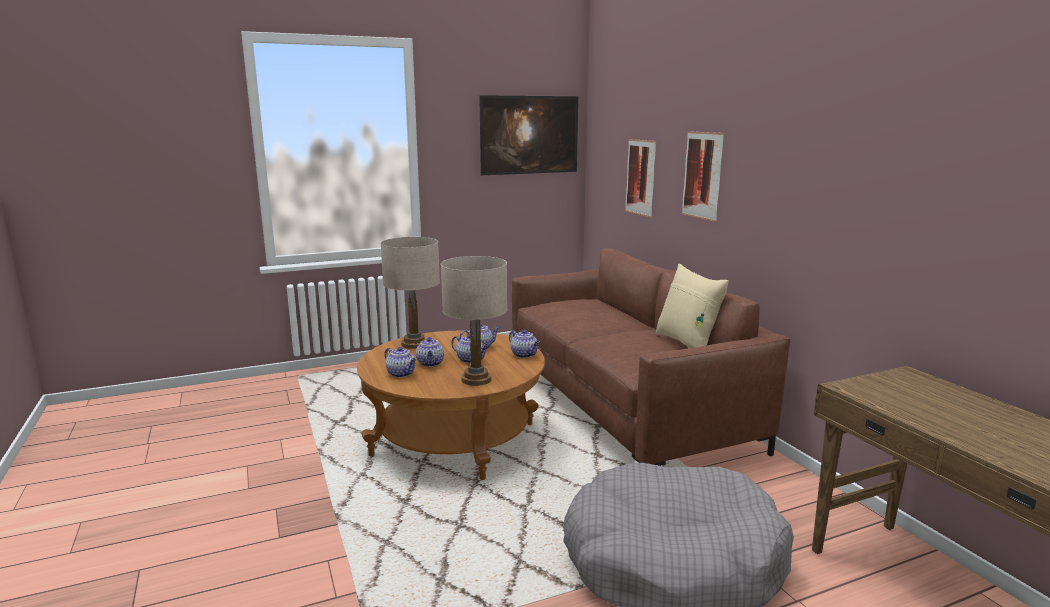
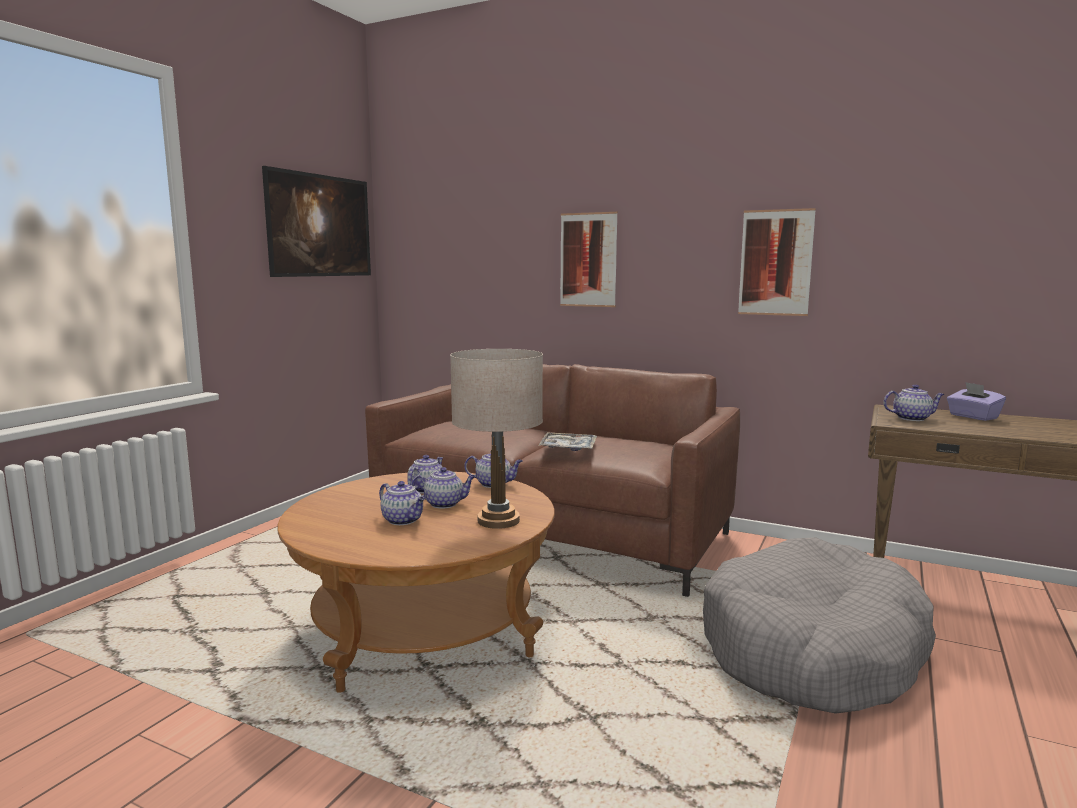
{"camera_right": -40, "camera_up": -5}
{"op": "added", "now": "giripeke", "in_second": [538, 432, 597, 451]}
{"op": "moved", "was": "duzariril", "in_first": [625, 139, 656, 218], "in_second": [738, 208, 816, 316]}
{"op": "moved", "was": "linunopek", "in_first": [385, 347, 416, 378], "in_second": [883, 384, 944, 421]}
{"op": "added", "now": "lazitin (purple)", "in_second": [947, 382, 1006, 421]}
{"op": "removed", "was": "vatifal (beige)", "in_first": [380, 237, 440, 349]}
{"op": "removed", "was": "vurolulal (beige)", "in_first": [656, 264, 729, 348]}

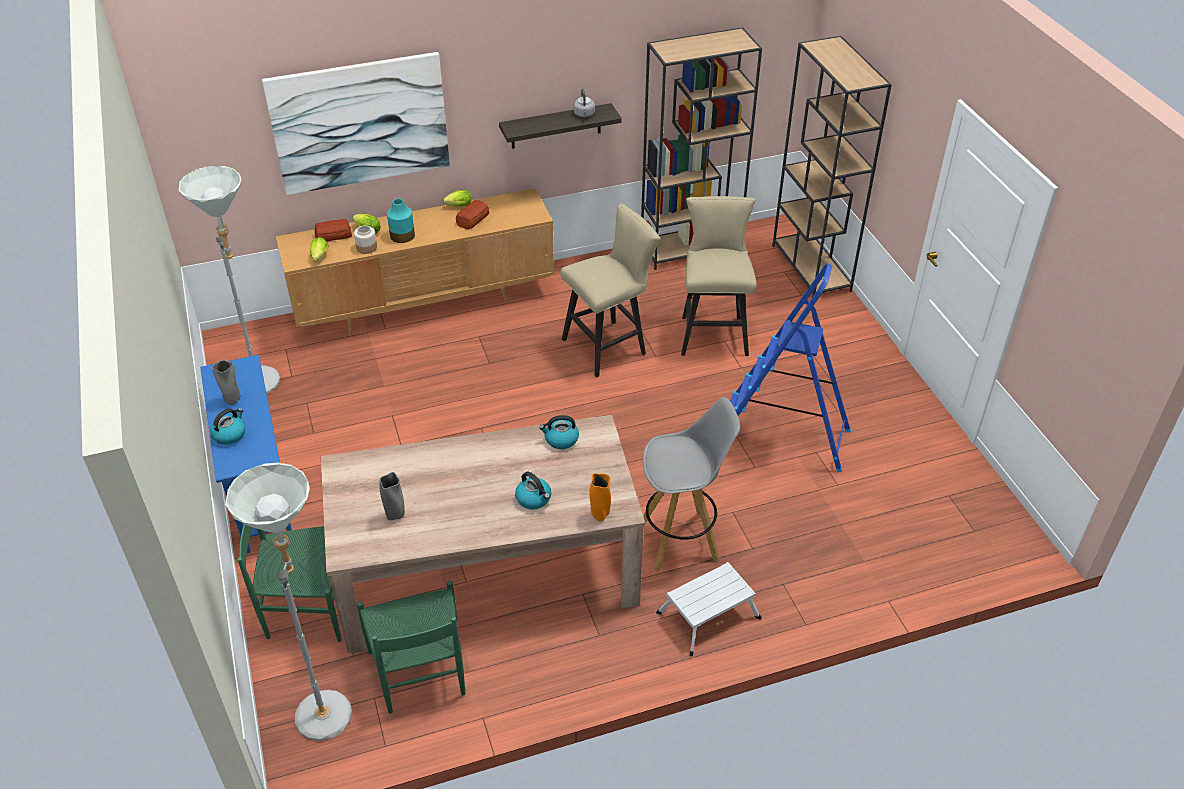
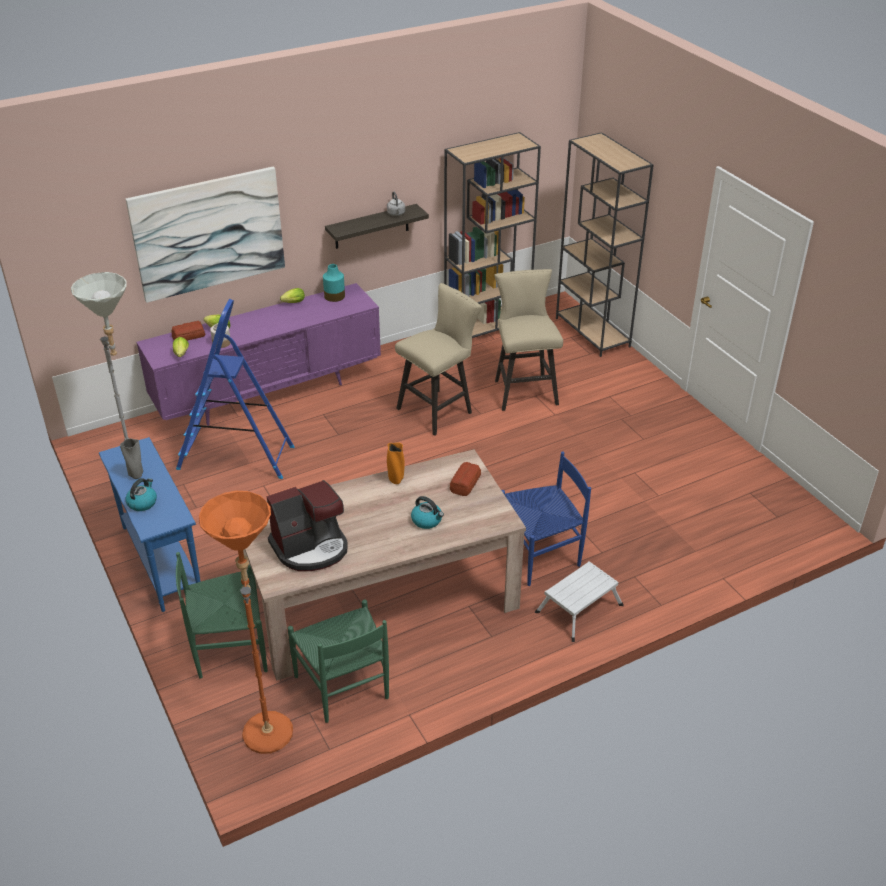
{"camera_right": -10, "camera_up": -5}
{"op": "recoloured", "was": "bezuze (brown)", "now": "bezuze (purple)", "in_first": [276, 188, 554, 336], "in_second": [137, 283, 381, 426]}
{"op": "moved", "was": "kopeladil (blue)", "in_first": [730, 263, 851, 472], "in_second": [176, 299, 295, 479]}
{"op": "recoloured", "was": "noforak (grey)", "now": "noforak (orange)", "in_first": [225, 463, 352, 741], "in_second": [199, 491, 293, 754]}
{"op": "replaced", "was": "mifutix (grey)", "now": "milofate", "in_first": [379, 472, 405, 520], "in_second": [267, 480, 348, 571]}
{"op": "moved", "was": "mifutix (turquoise)", "in_first": [387, 199, 415, 243], "in_second": [323, 264, 345, 302]}
{"op": "moved", "was": "mifutix (orange)", "in_first": [589, 473, 611, 521], "in_second": [387, 442, 405, 484]}
{"op": "moved", "was": "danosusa", "in_first": [456, 200, 489, 229], "in_second": [450, 462, 481, 496]}
{"op": "replaced", "was": "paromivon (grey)", "now": "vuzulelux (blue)", "in_first": [643, 397, 740, 572], "in_second": [502, 452, 591, 586]}
{"op": "removed", "was": "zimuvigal", "in_first": [539, 415, 579, 449]}

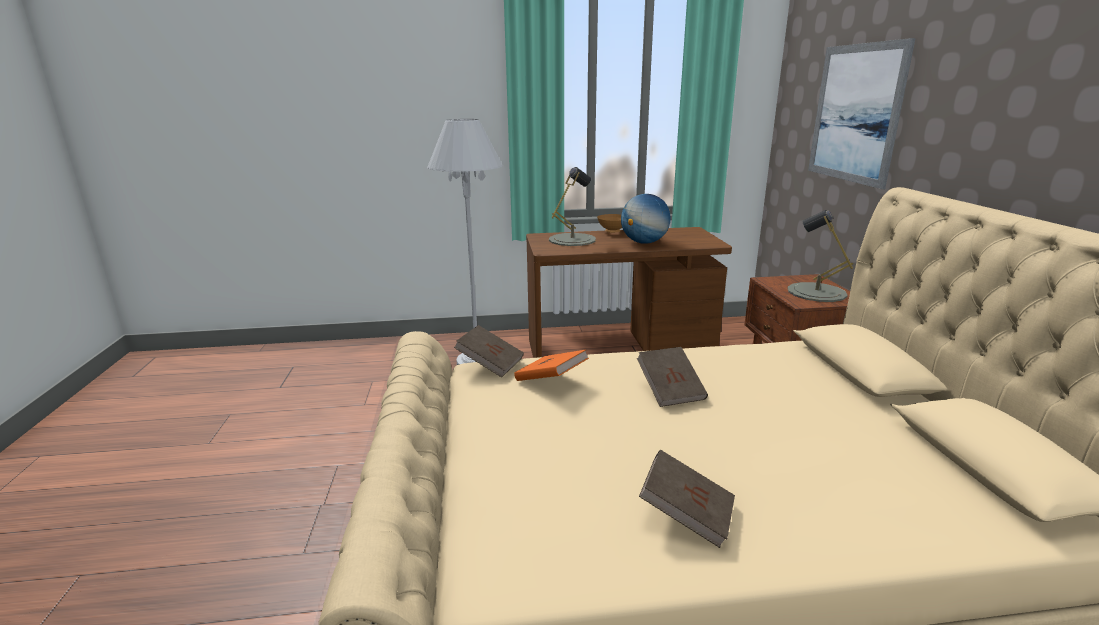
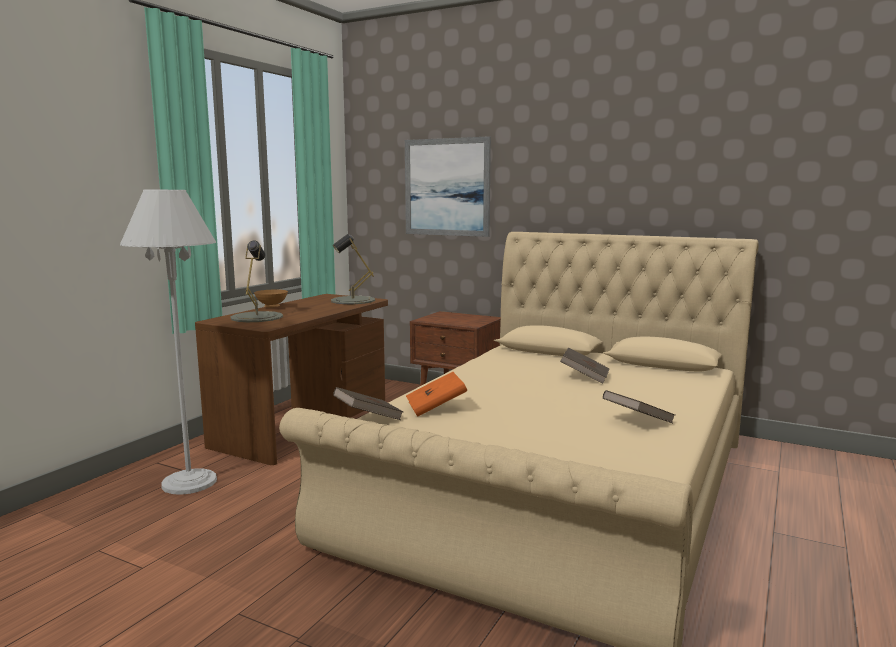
{"camera_right": -55, "camera_up": -10}
{"op": "moved", "was": "vatifal (grey)", "in_first": [788, 210, 854, 302], "in_second": [331, 234, 375, 304]}
{"op": "moved", "was": "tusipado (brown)", "in_first": [637, 347, 708, 407], "in_second": [560, 347, 610, 384]}
{"op": "removed", "was": "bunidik", "in_first": [621, 194, 670, 244]}

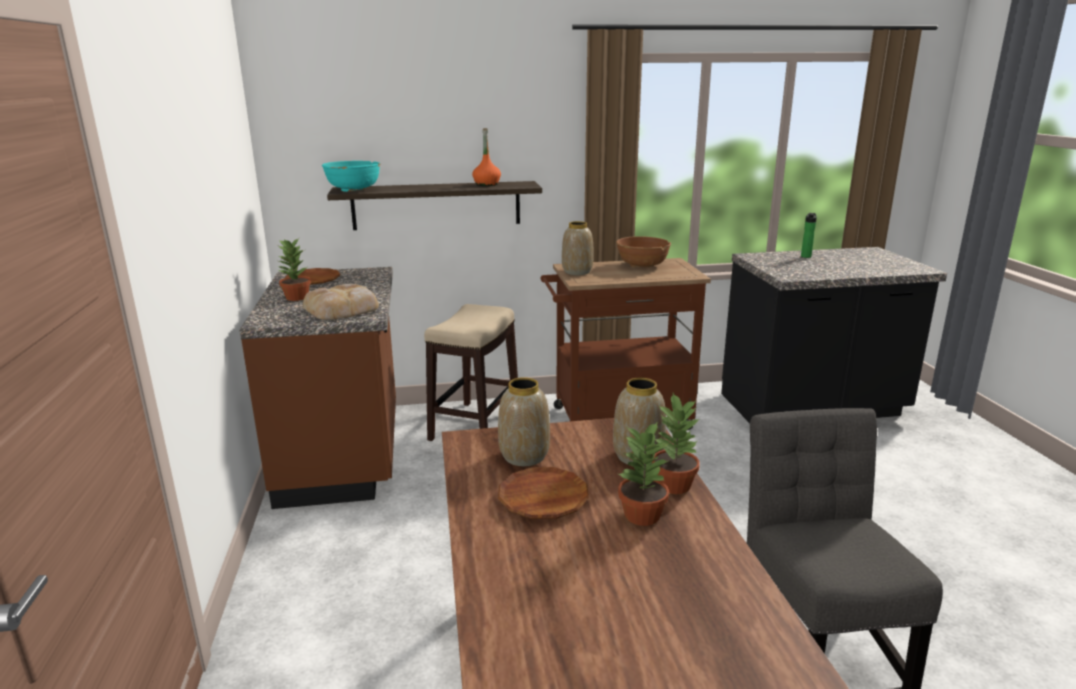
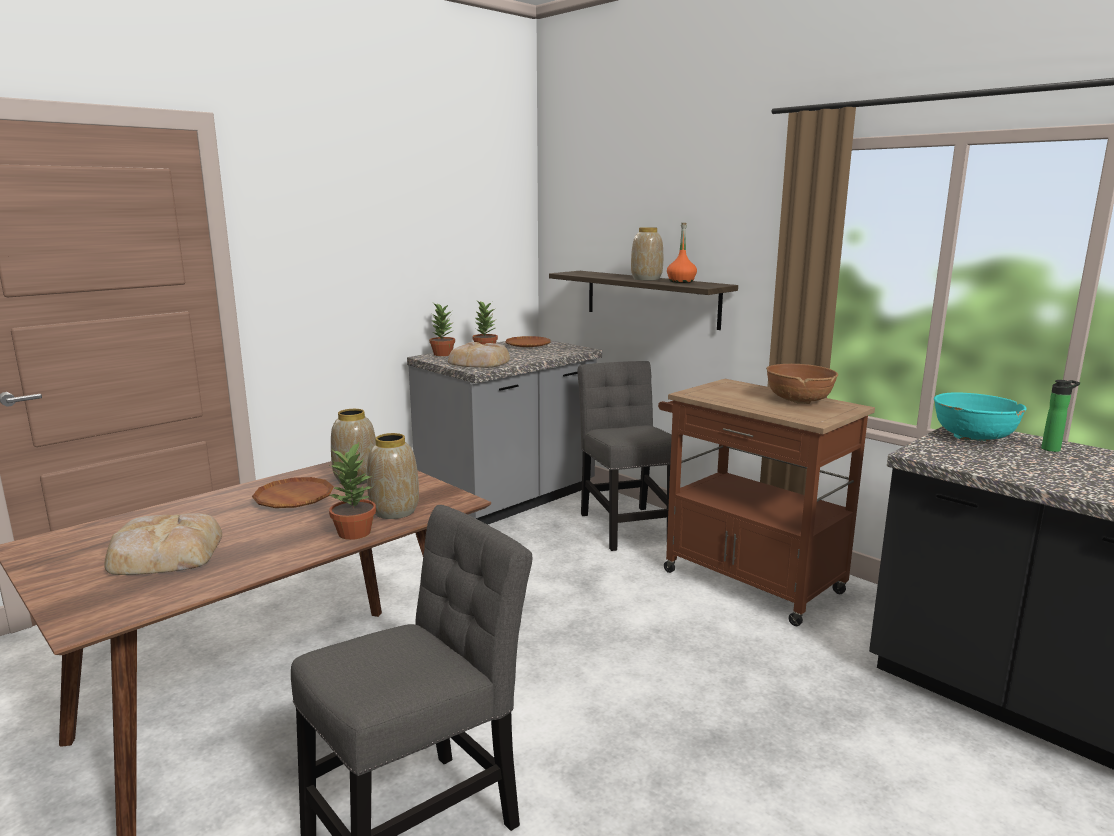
{"camera_right": 55, "camera_up": -5}
{"op": "added", "now": "danosusa", "in_second": [104, 513, 222, 575]}
{"op": "recoloured", "was": "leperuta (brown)", "now": "leperuta (grey)", "in_first": [239, 267, 396, 509], "in_second": [407, 341, 602, 524]}
{"op": "moved", "was": "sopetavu", "in_first": [618, 422, 669, 526], "in_second": [429, 303, 455, 356]}
{"op": "replaced", "was": "paromivon", "now": "vuzulelux (grey)", "in_first": [424, 304, 518, 441], "in_second": [578, 361, 672, 551]}
{"op": "moved", "was": "mifutix", "in_first": [562, 221, 594, 275], "in_second": [631, 227, 663, 280]}
{"op": "moved", "was": "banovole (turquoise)", "in_first": [322, 161, 381, 192], "in_second": [934, 393, 1027, 441]}

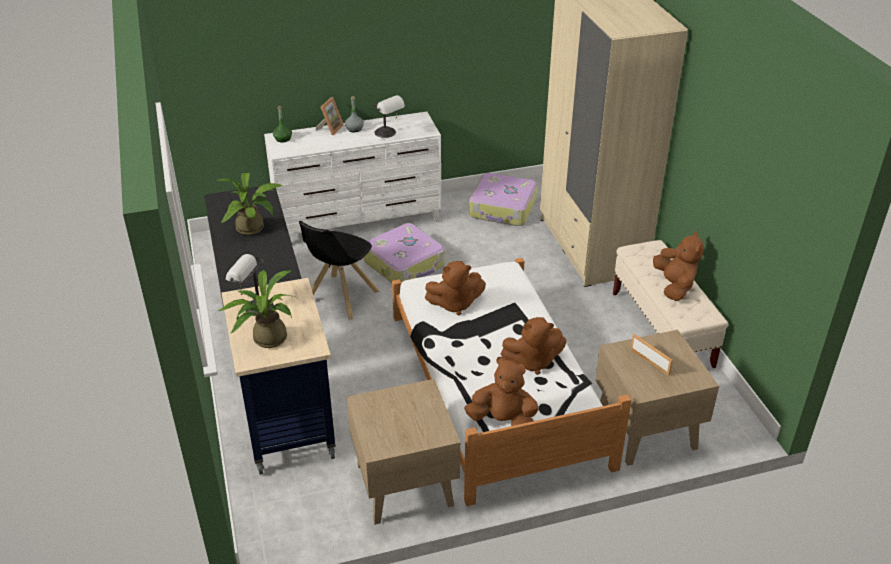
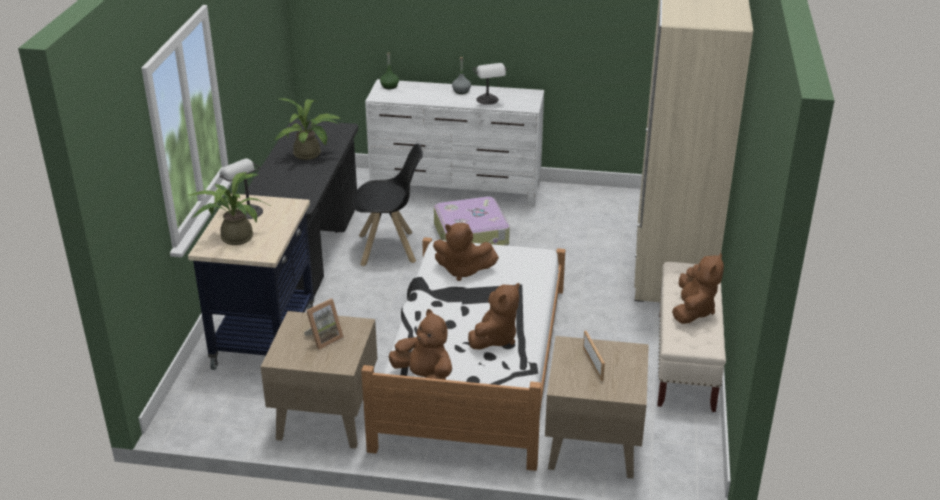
{"camera_right": 25, "camera_up": -5}
{"op": "moved", "was": "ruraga", "in_first": [316, 97, 344, 135], "in_second": [304, 299, 344, 350]}
{"op": "turned", "was": "vuzulelux (black)", "in_first": [299, 221, 379, 320], "in_second": [352, 143, 423, 266], "clockwise": -150}
{"op": "turned", "was": "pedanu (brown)", "in_first": [501, 317, 567, 375], "in_second": [468, 283, 520, 350], "clockwise": -75}
{"op": "removed", "was": "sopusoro", "in_first": [469, 173, 537, 226]}

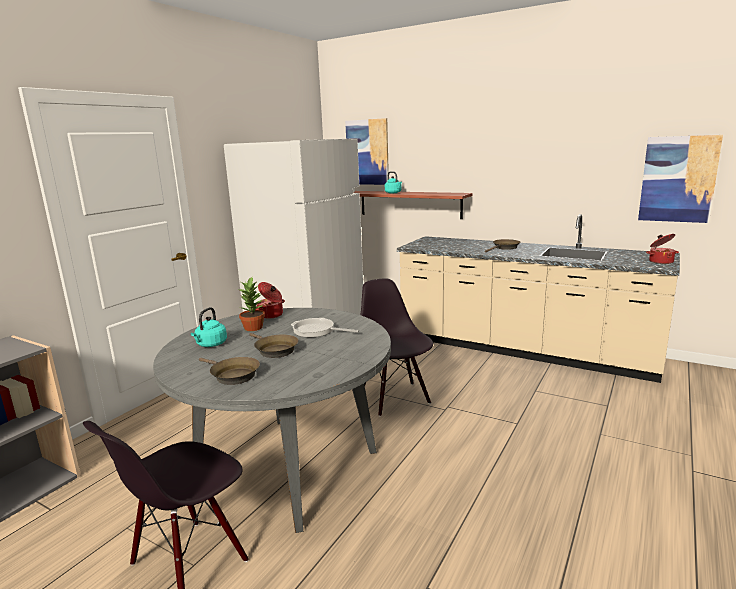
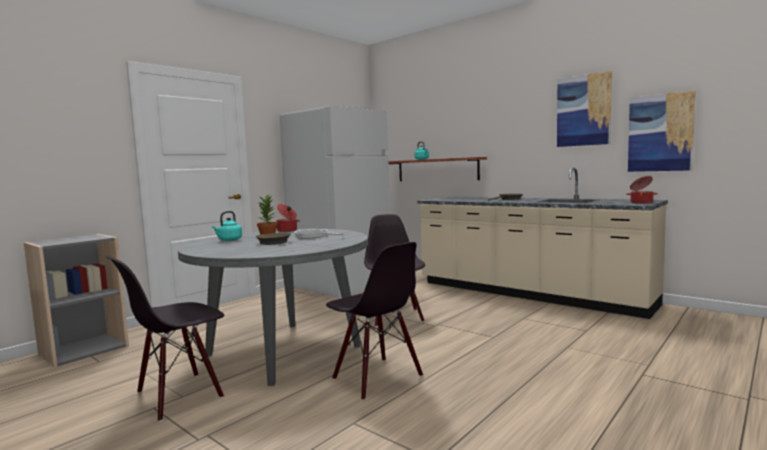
{"camera_right": 10, "camera_up": -10}
{"op": "added", "now": "vuzulelux (black)", "in_second": [326, 242, 423, 400]}
{"op": "moved", "was": "duzariril", "in_first": [345, 118, 389, 185], "in_second": [557, 71, 612, 147]}
{"op": "removed", "was": "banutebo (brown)", "in_first": [199, 357, 260, 385]}

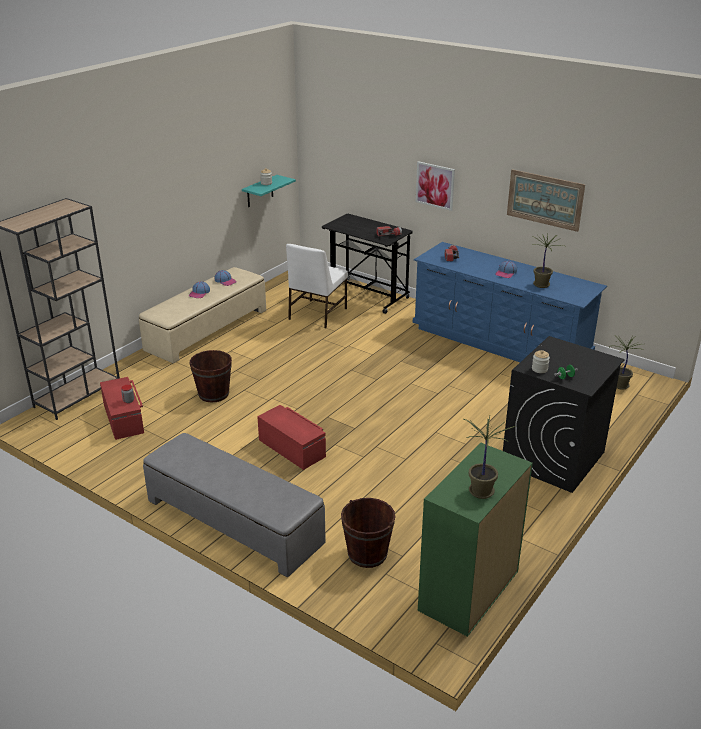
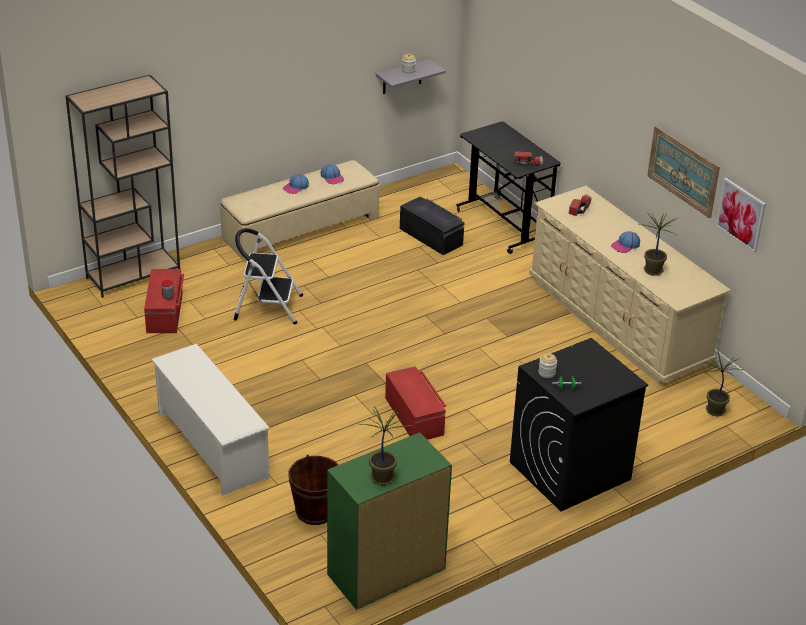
{"camera_right": 20, "camera_up": 5}
{"op": "replaced", "was": "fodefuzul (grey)", "now": "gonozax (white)", "in_first": [143, 433, 326, 577], "in_second": [151, 344, 270, 495]}
{"op": "replaced", "was": "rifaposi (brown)", "now": "kopeladil", "in_first": [190, 350, 232, 403], "in_second": [234, 228, 303, 324]}
{"op": "recoloured", "was": "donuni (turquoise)", "now": "donuni (grey)", "in_first": [242, 175, 296, 207], "in_second": [376, 59, 446, 94]}
{"op": "moved", "was": "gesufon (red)", "in_first": [257, 405, 326, 470], "in_second": [385, 366, 446, 440]}
{"op": "replaced", "was": "vuzulelux (white)", "now": "gesufon (black)", "in_first": [286, 244, 348, 328], "in_second": [400, 196, 464, 255]}
{"op": "recoloured", "was": "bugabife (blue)", "now": "bugabife (beige)", "in_first": [413, 242, 607, 362], "in_second": [529, 186, 731, 384]}
{"op": "moved", "was": "duzariril", "in_first": [416, 161, 455, 211], "in_second": [716, 178, 766, 253]}

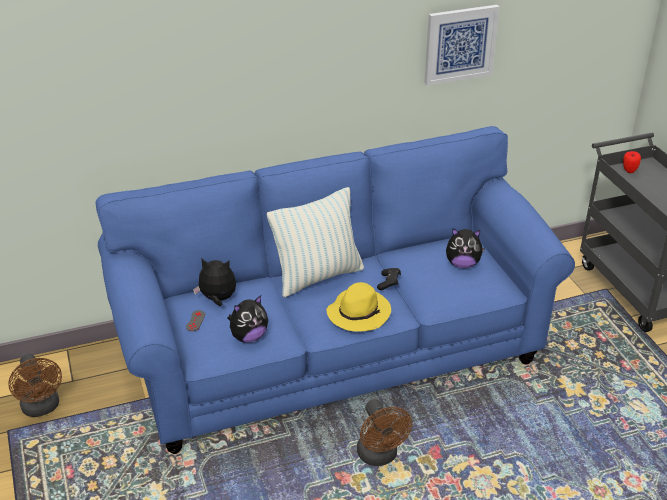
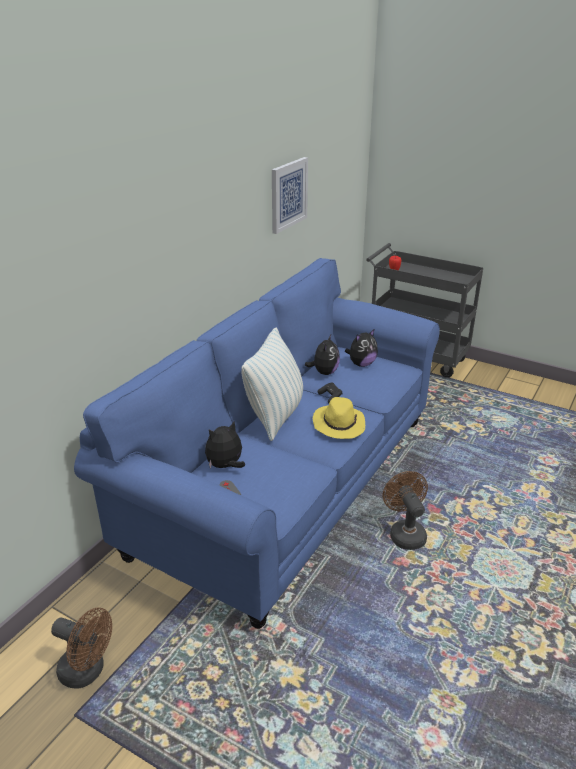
{"camera_right": -40, "camera_up": -5}
{"op": "moved", "was": "pedanu", "in_first": [227, 295, 268, 343], "in_second": [305, 335, 340, 375]}
{"op": "turned", "was": "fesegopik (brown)", "in_first": [357, 399, 412, 466], "in_second": [383, 471, 428, 550], "clockwise": -135}

